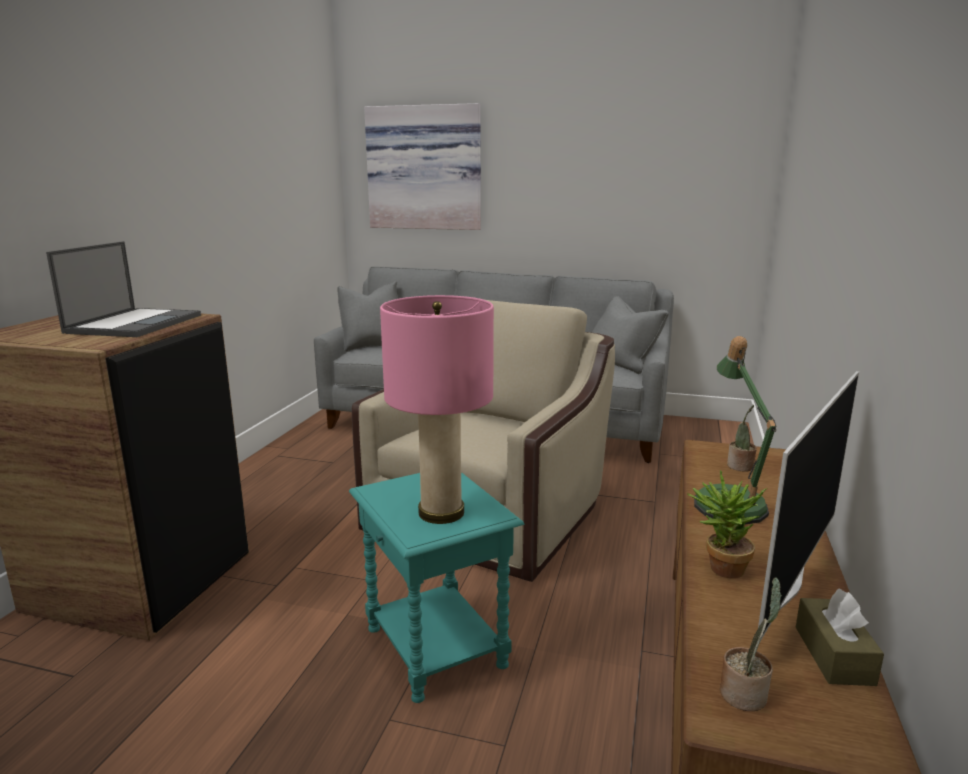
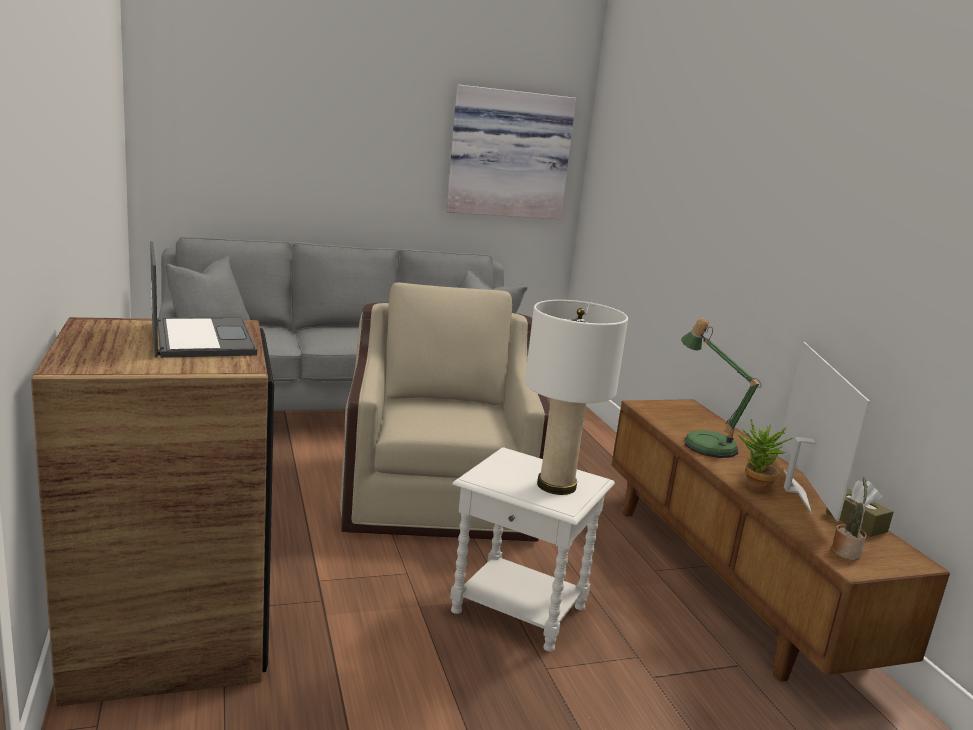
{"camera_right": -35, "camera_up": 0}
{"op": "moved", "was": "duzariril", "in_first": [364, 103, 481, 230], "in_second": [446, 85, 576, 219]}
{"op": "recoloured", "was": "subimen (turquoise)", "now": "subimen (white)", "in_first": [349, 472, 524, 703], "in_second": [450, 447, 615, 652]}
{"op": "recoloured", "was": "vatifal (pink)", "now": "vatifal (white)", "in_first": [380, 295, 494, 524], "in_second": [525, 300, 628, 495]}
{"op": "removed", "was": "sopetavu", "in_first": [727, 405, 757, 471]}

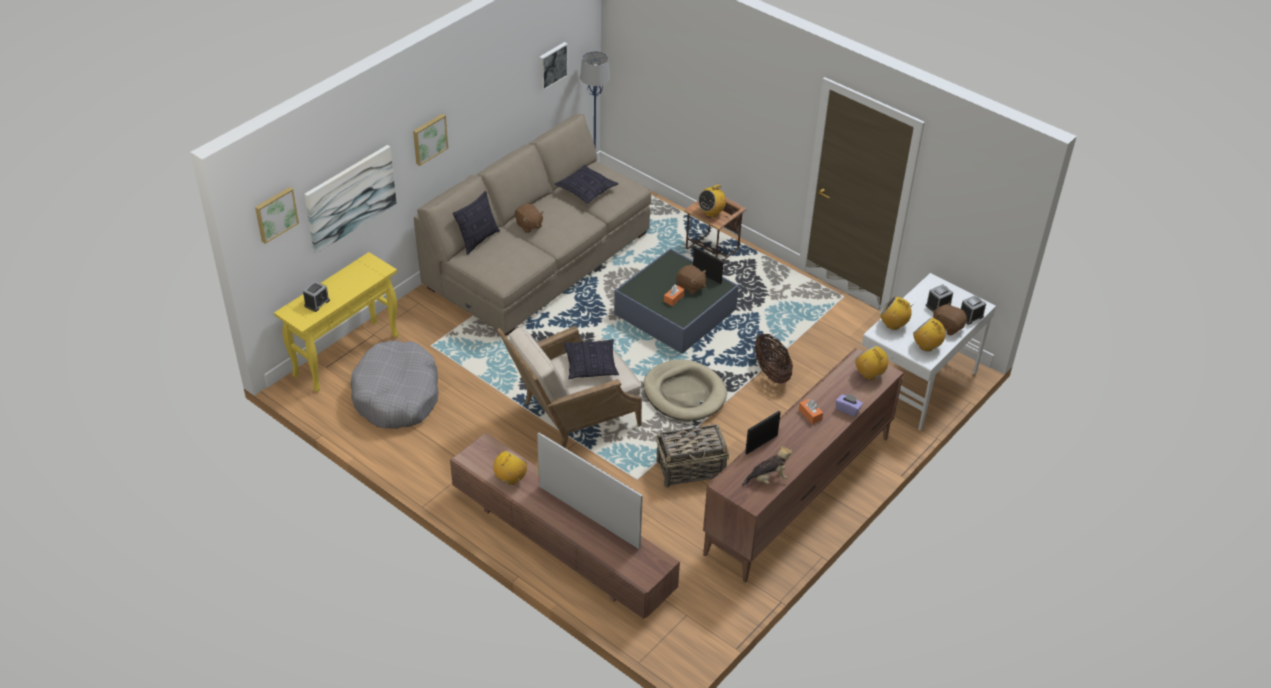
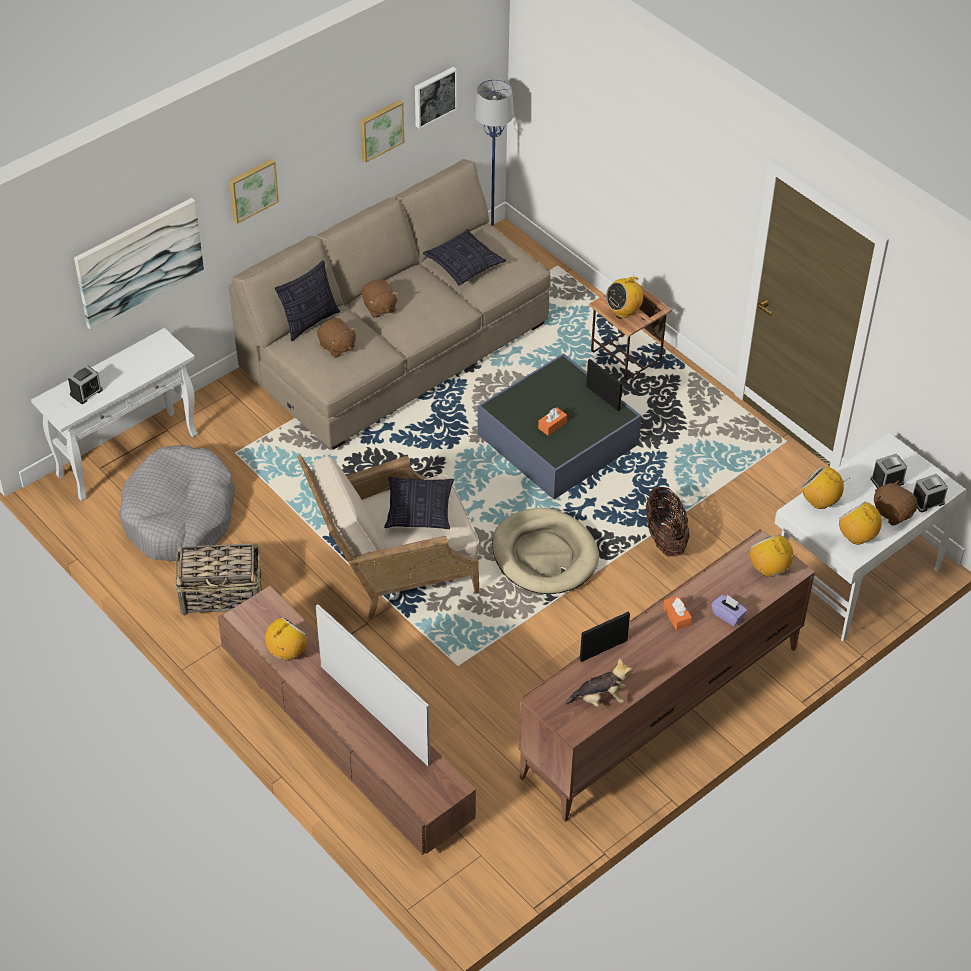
{"camera_right": 10, "camera_up": 5}
{"op": "recoloured", "was": "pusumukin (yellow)", "now": "pusumukin (white)", "in_first": [274, 252, 399, 392], "in_second": [31, 328, 198, 501]}
{"op": "moved", "was": "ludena", "in_first": [656, 424, 729, 488], "in_second": [175, 543, 262, 616]}
{"op": "moved", "was": "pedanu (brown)", "in_first": [676, 265, 706, 295], "in_second": [317, 318, 356, 358]}
{"op": "moved", "was": "duzariril", "in_first": [255, 187, 299, 244], "in_second": [360, 100, 404, 163]}

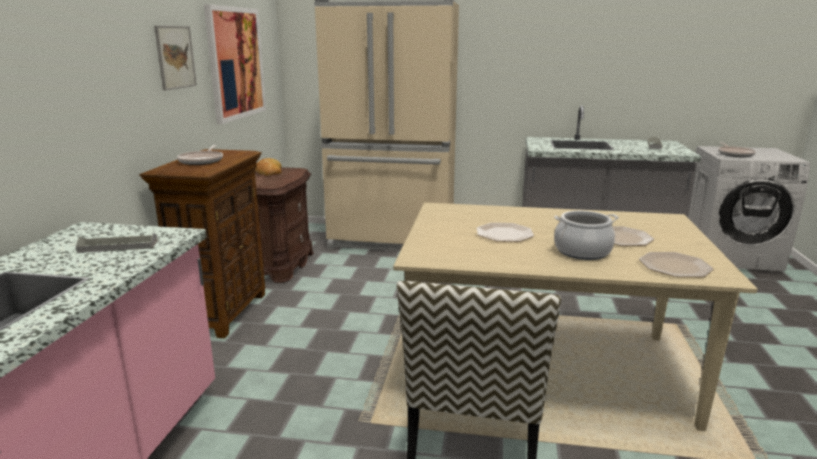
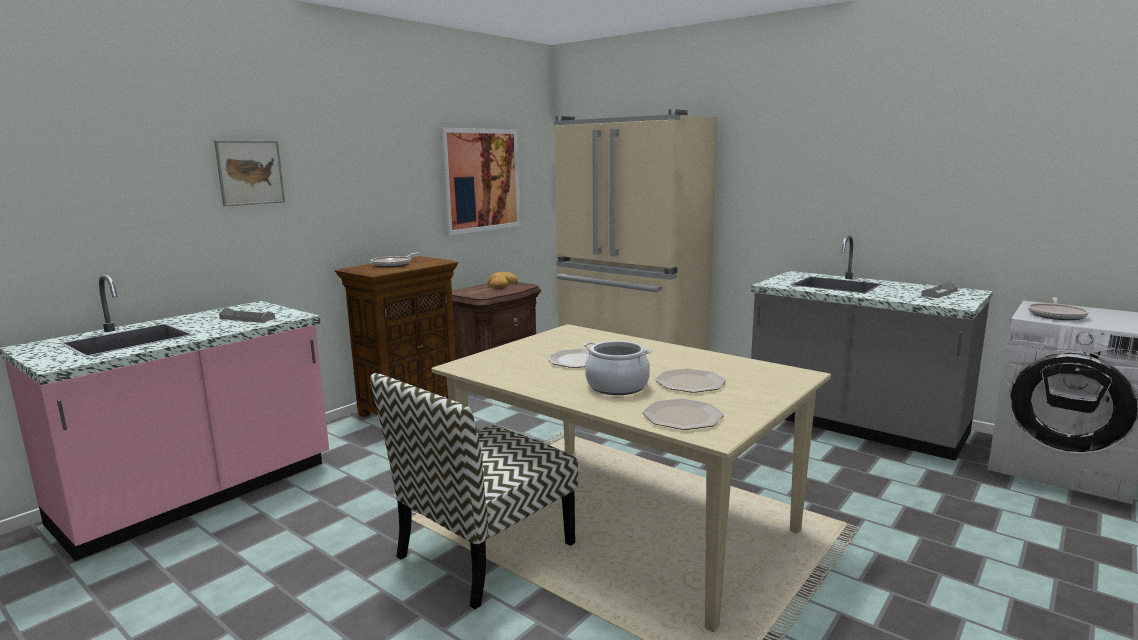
{"camera_right": 30, "camera_up": -5}
{"op": "moved", "was": "duzariril", "in_first": [154, 26, 197, 91], "in_second": [214, 140, 285, 206]}

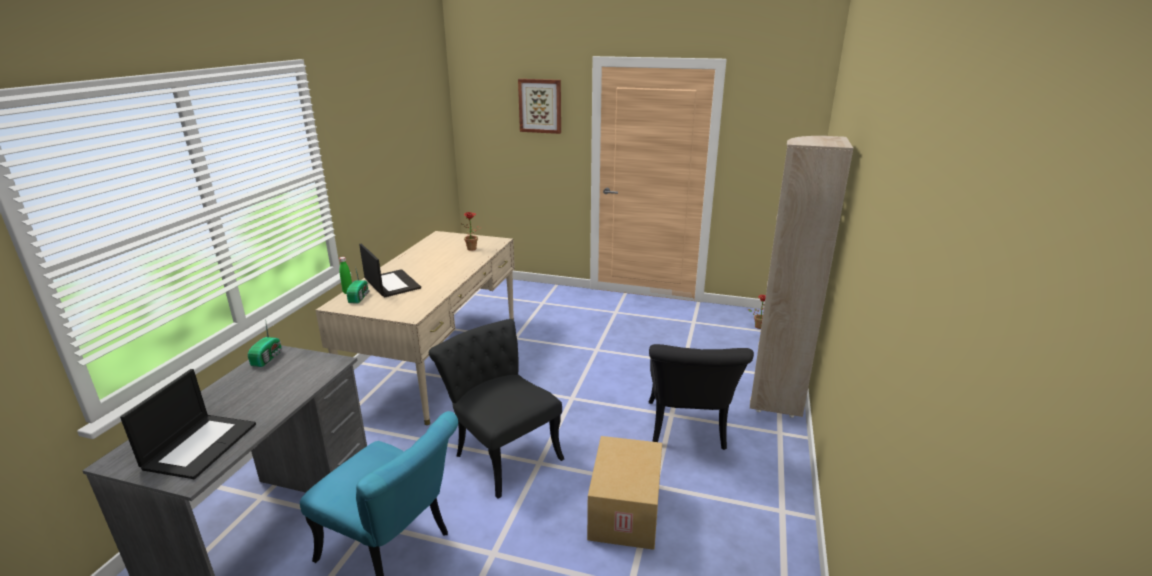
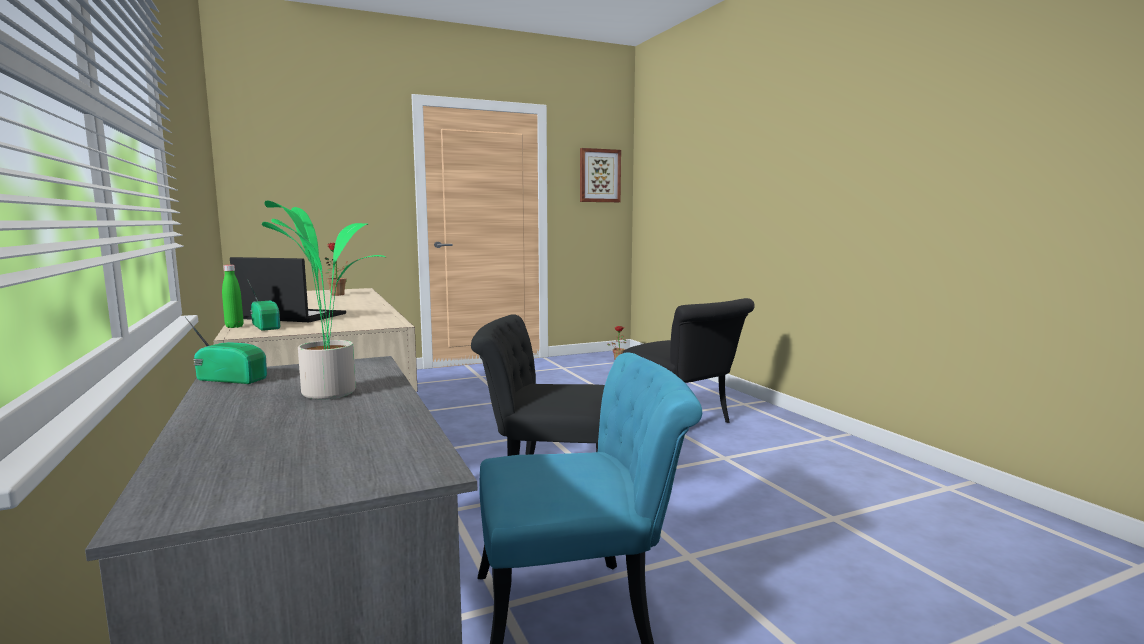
{"camera_right": -40, "camera_up": -15}
{"op": "turned", "was": "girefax", "in_first": [248, 319, 282, 367], "in_second": [185, 317, 267, 384], "clockwise": -45}
{"op": "added", "now": "sopetavu", "in_second": [262, 200, 387, 400]}
{"op": "moved", "was": "duzariril", "in_first": [518, 79, 561, 134], "in_second": [580, 148, 621, 202]}
{"op": "removed", "was": "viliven", "in_first": [120, 369, 256, 479]}
{"op": "removed", "was": "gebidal", "in_first": [587, 436, 662, 550]}
{"op": "removed", "was": "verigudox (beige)", "in_first": [750, 136, 853, 418]}

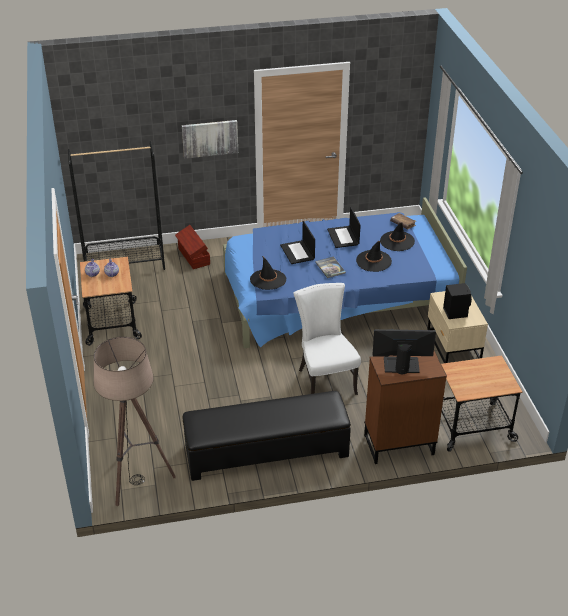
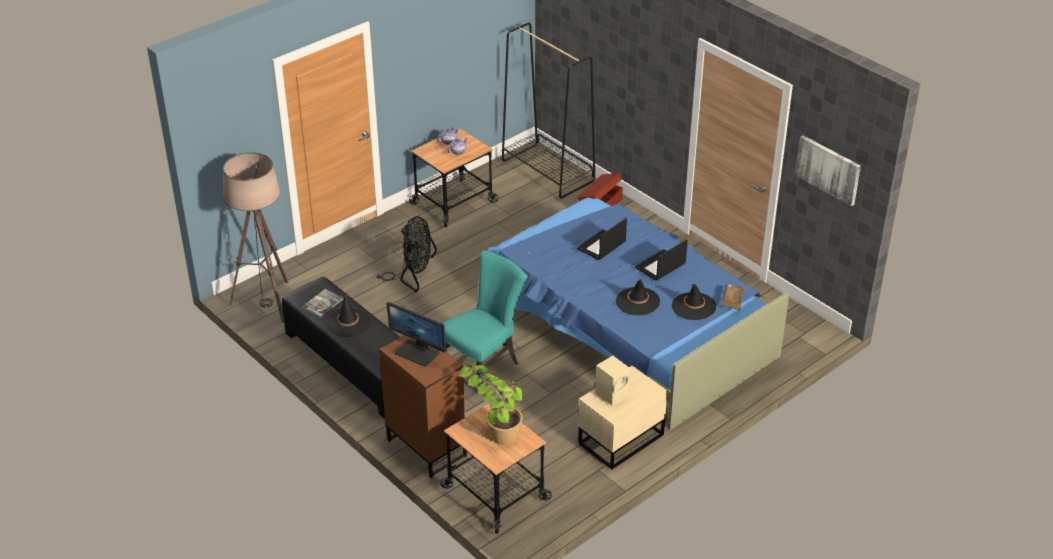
{"camera_right": 60, "camera_up": 0}
{"op": "moved", "was": "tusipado", "in_first": [315, 256, 346, 278], "in_second": [302, 289, 343, 317]}
{"op": "moved", "was": "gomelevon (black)", "in_first": [250, 256, 286, 290], "in_second": [326, 293, 371, 337]}
{"op": "added", "now": "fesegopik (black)", "in_second": [376, 216, 437, 293]}
{"op": "turned", "was": "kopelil", "in_first": [373, 329, 436, 374], "in_second": [387, 302, 446, 367], "clockwise": 150}
{"op": "recoloured", "was": "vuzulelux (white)", "now": "vuzulelux (turquoise)", "in_first": [293, 283, 361, 395], "in_second": [443, 250, 528, 395]}
{"op": "added", "now": "sopetavu", "in_second": [458, 362, 523, 445]}
{"op": "recoloured", "was": "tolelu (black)", "now": "tolelu (beige)", "in_first": [443, 283, 472, 319], "in_second": [595, 356, 631, 406]}
{"op": "moved", "was": "duzariril", "in_first": [182, 120, 238, 159], "in_second": [795, 135, 861, 206]}

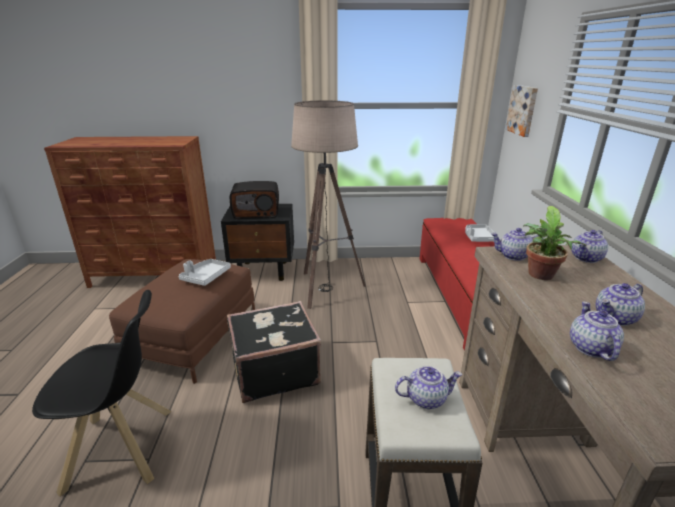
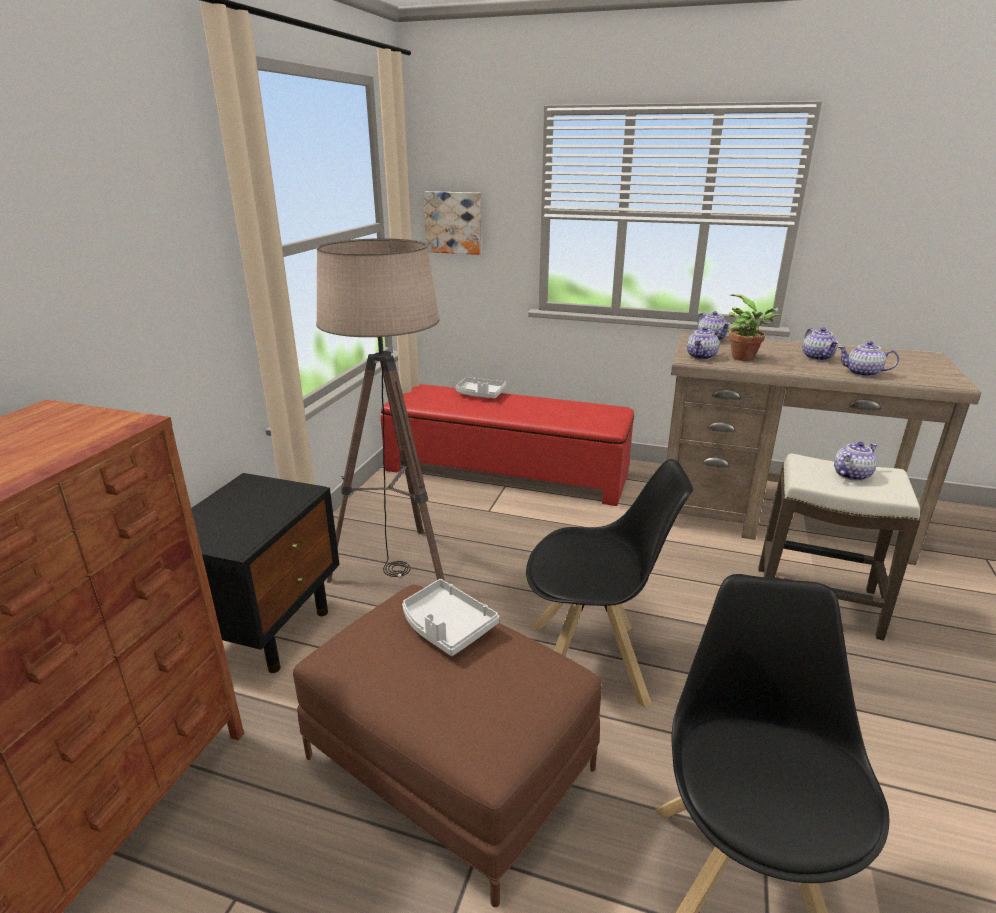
{"camera_right": -70, "camera_up": 0}
{"op": "replaced", "was": "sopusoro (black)", "now": "vuzulelux (black)", "in_first": [227, 301, 321, 403], "in_second": [526, 459, 693, 708]}
{"op": "turned", "was": "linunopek", "in_first": [395, 366, 462, 409], "in_second": [834, 442, 877, 481], "clockwise": 45}
{"op": "removed", "was": "girefax", "in_first": [230, 181, 279, 219]}

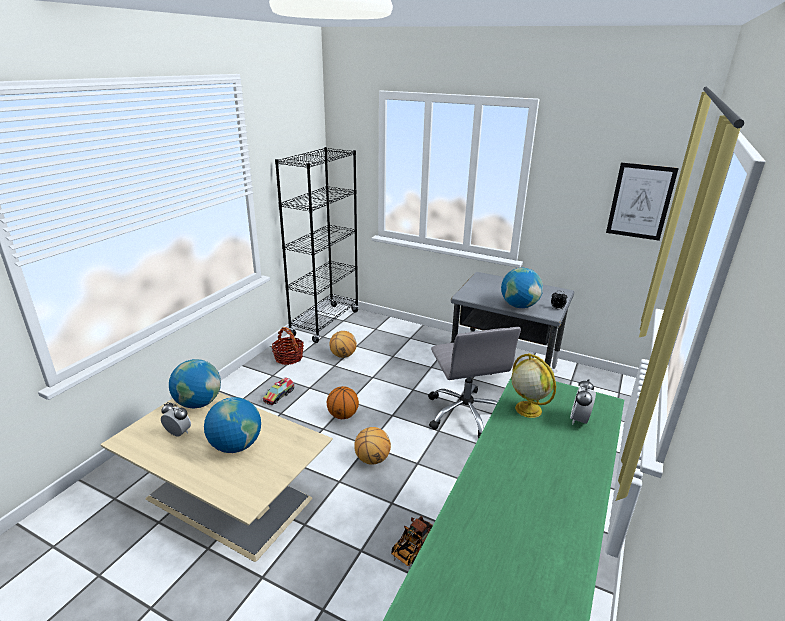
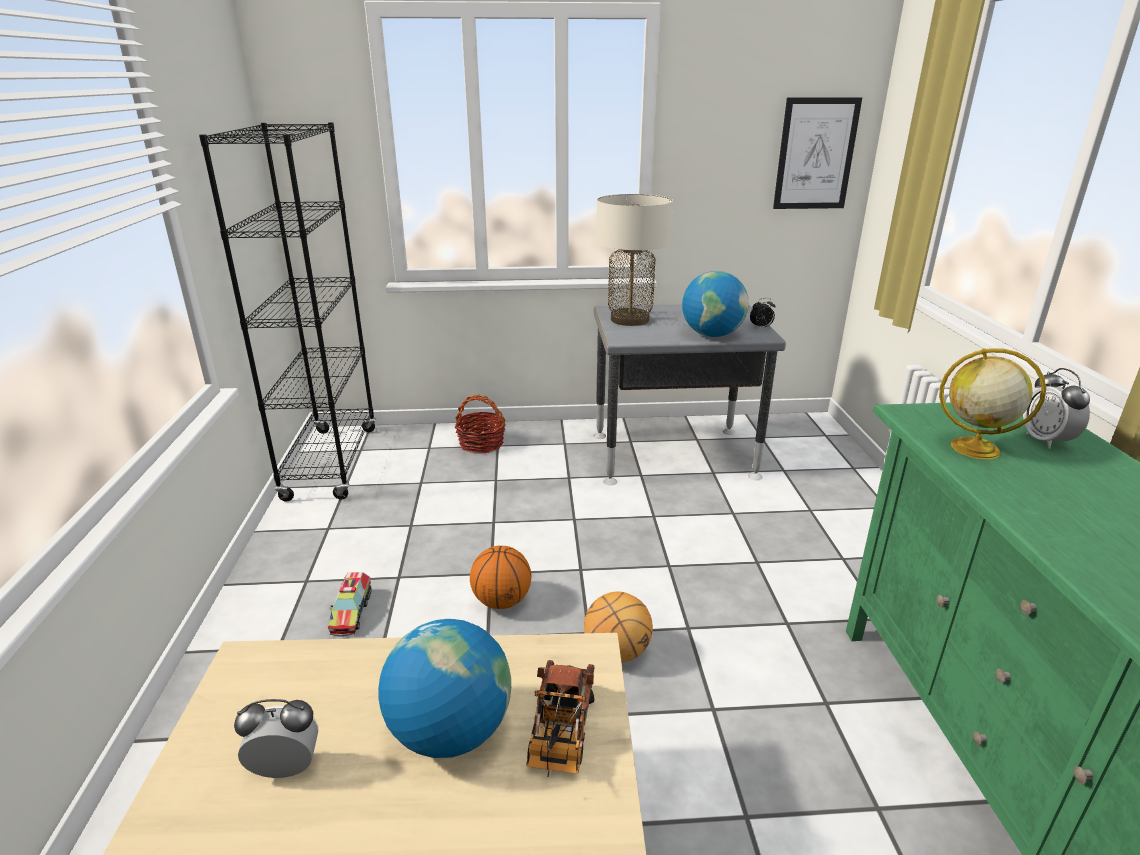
{"camera_right": -30, "camera_up": 0}
{"op": "moved", "was": "ludena", "in_first": [272, 327, 304, 365], "in_second": [455, 395, 506, 454]}
{"op": "moved", "was": "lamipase", "in_first": [391, 516, 433, 566], "in_second": [526, 660, 595, 777]}
{"op": "added", "now": "vatifal", "in_second": [596, 194, 673, 326]}
{"op": "removed", "was": "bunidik", "in_first": [169, 359, 221, 408]}
{"op": "removed", "was": "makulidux", "in_first": [329, 331, 357, 358]}
{"op": "removed", "was": "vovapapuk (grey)", "in_first": [428, 327, 521, 439]}

